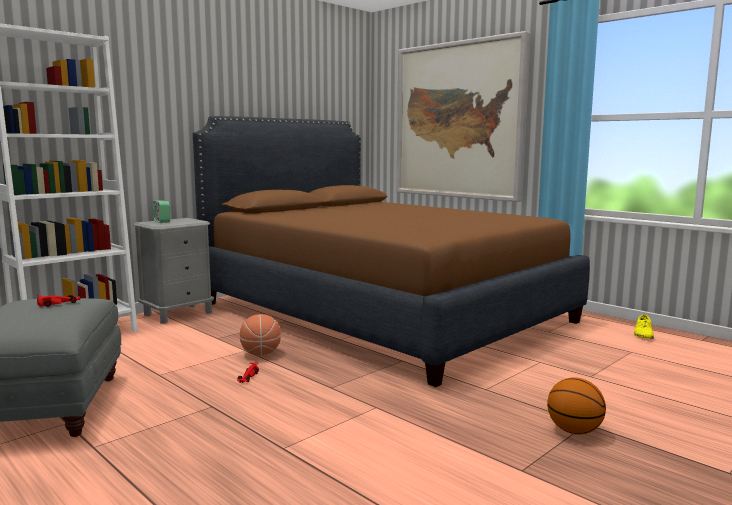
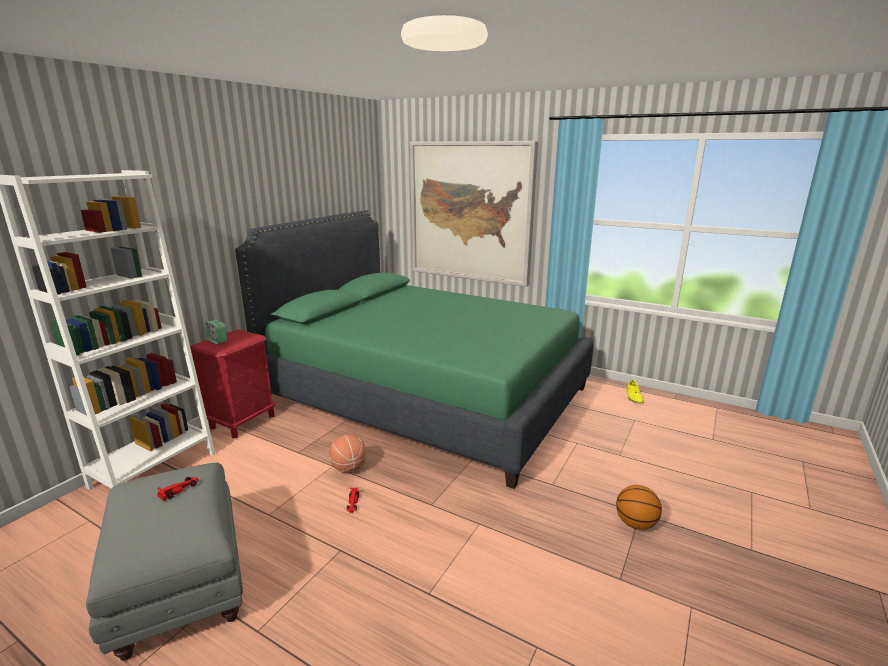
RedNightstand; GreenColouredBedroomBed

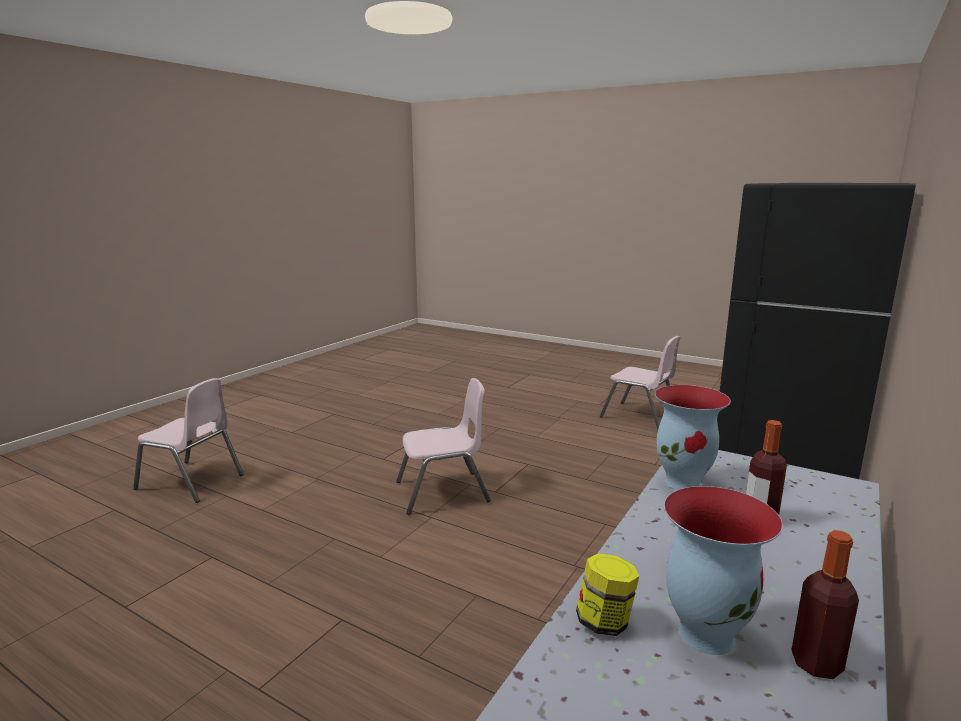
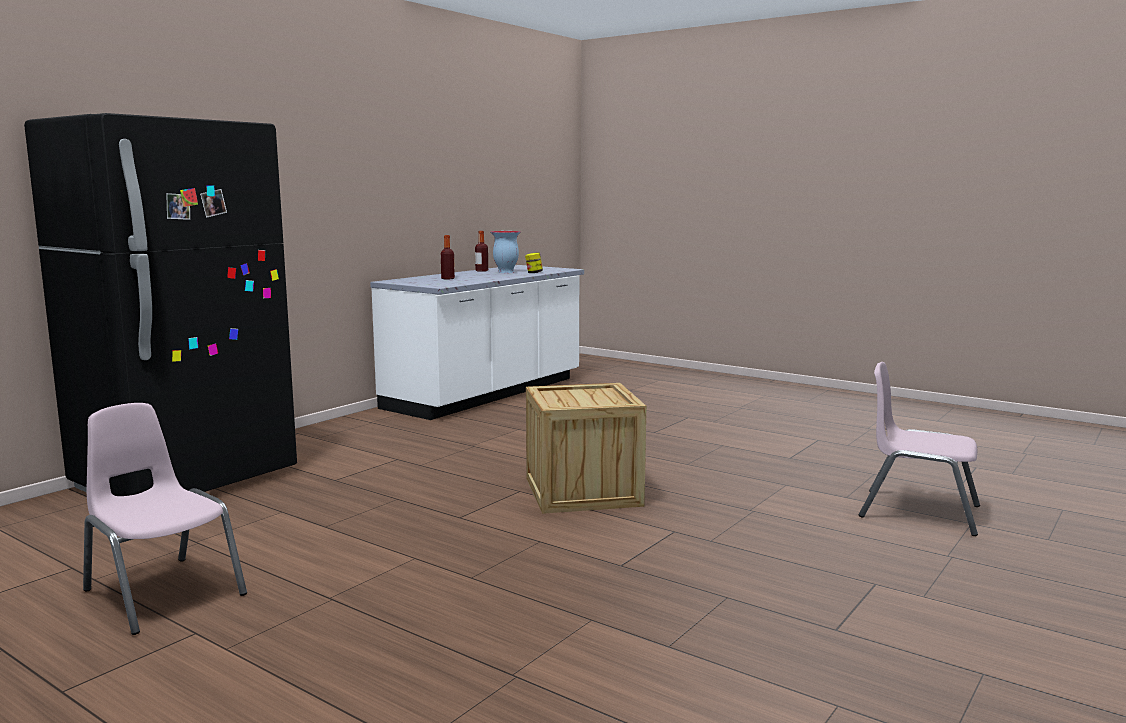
PackingCrate; FlowerVase (1st from left in the first image)

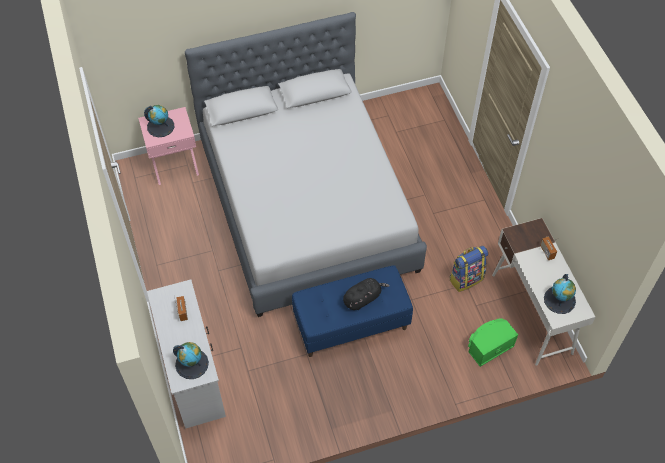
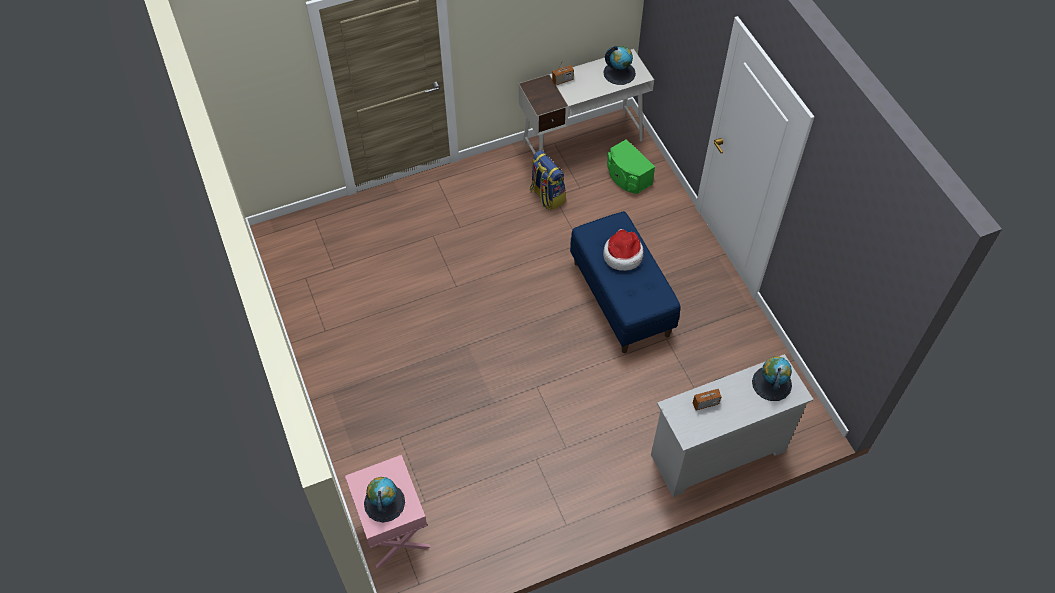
GrayBedroomBed; Hat

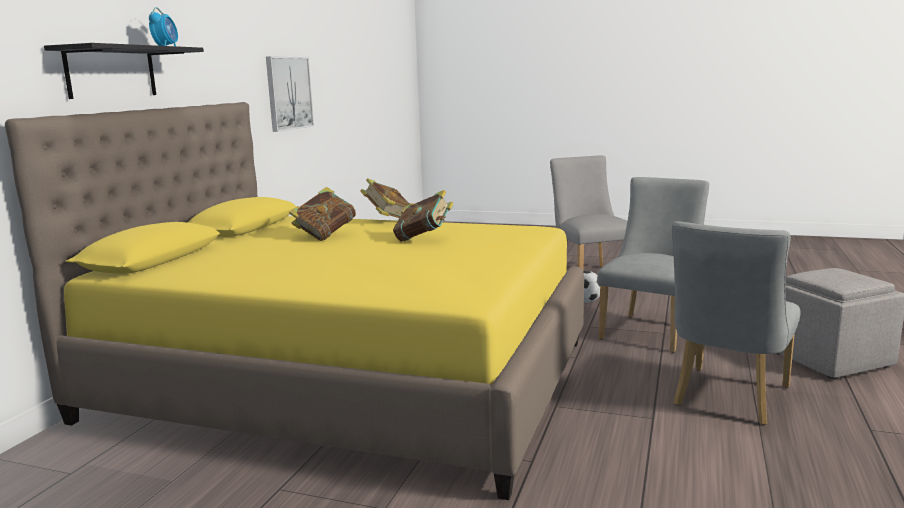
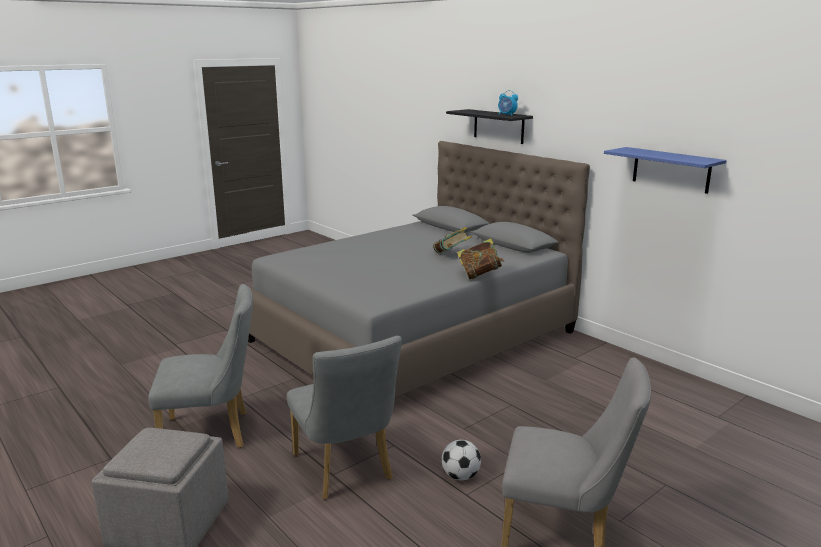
GrayBedroomBed; BlueColouredWallShelf; Book (3rd from left in the first image); GrayPlainChair (1st from left)

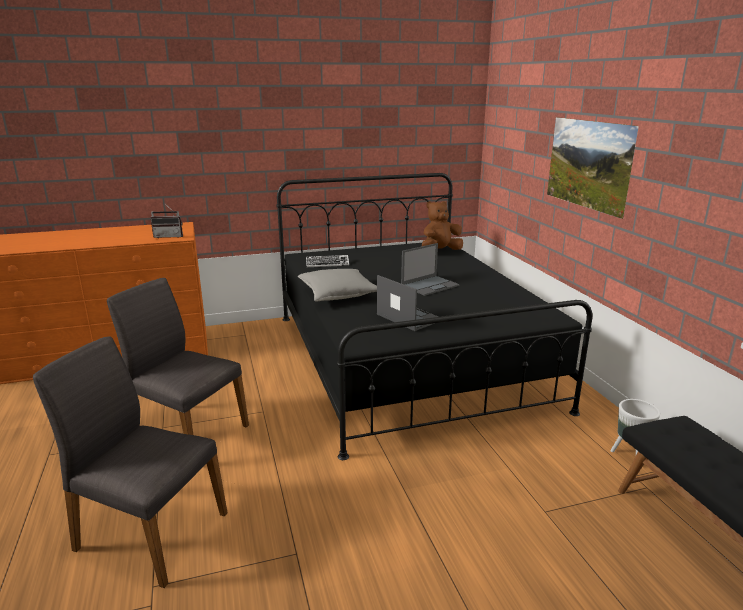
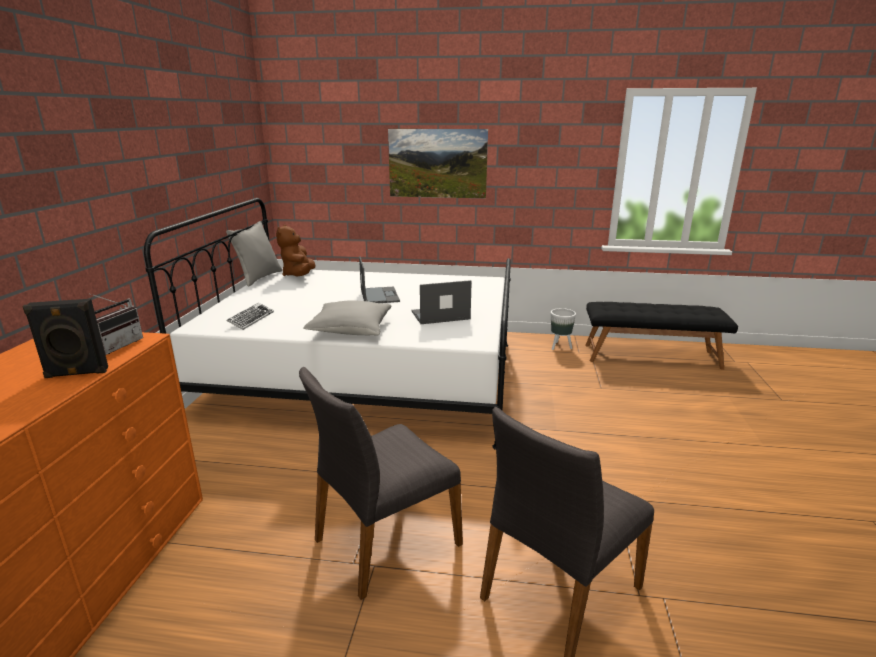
WhiteBedroomBed; BlackishSpeaker; GrayCushion (1st from left)

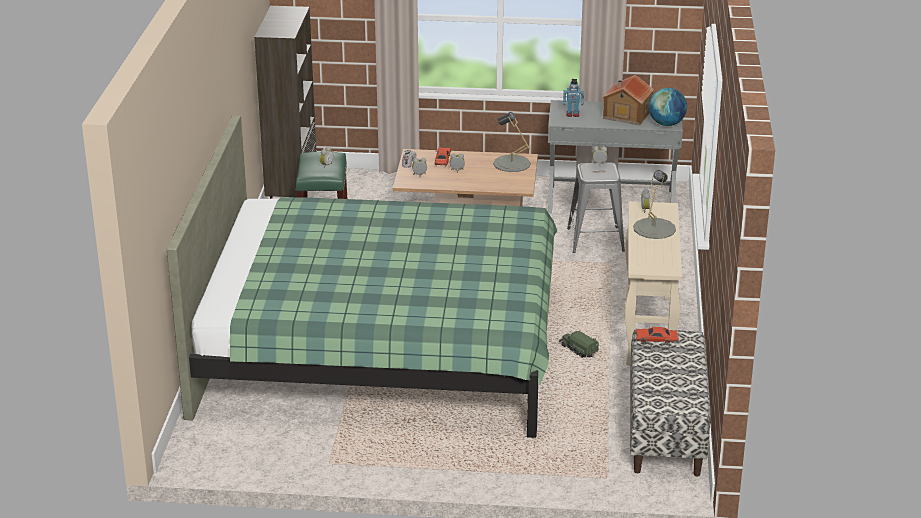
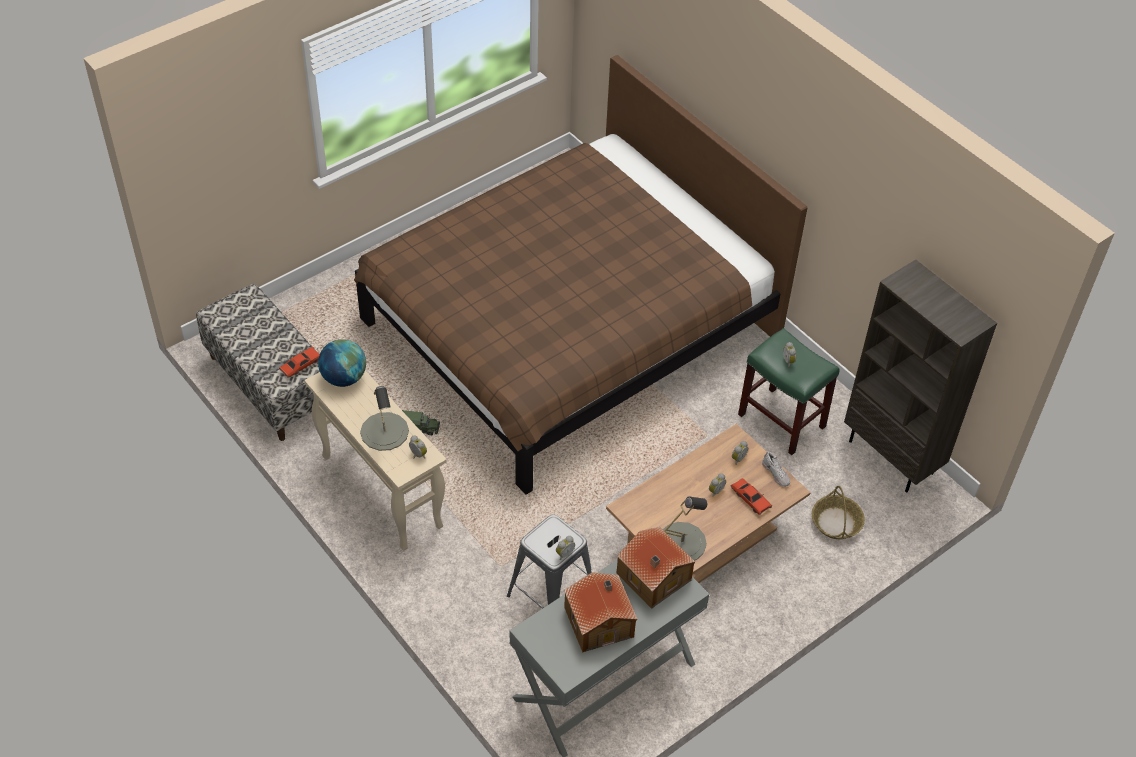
BrownColouredBedroomBed; ToyHouse (2nd from left); Globe; Basket

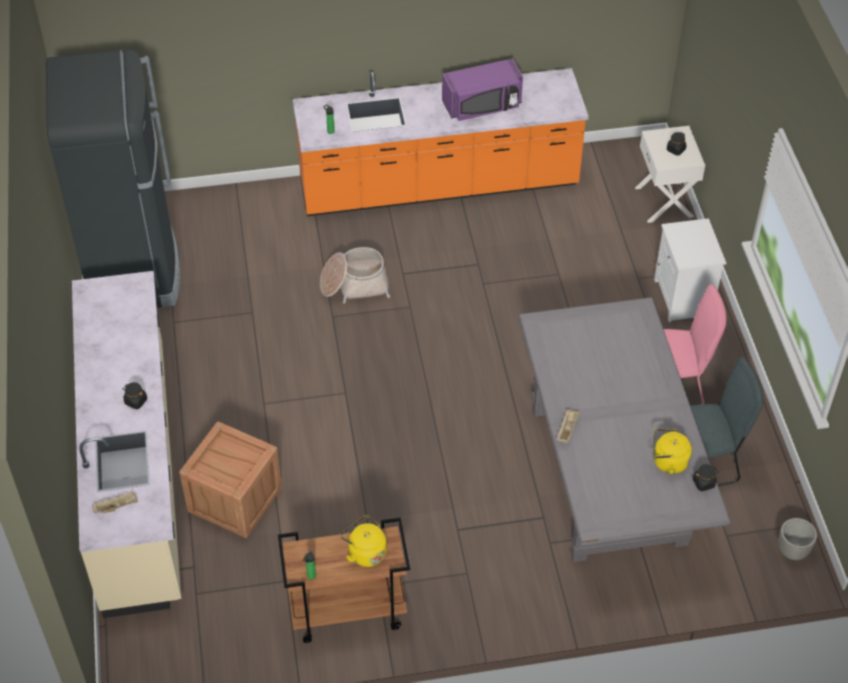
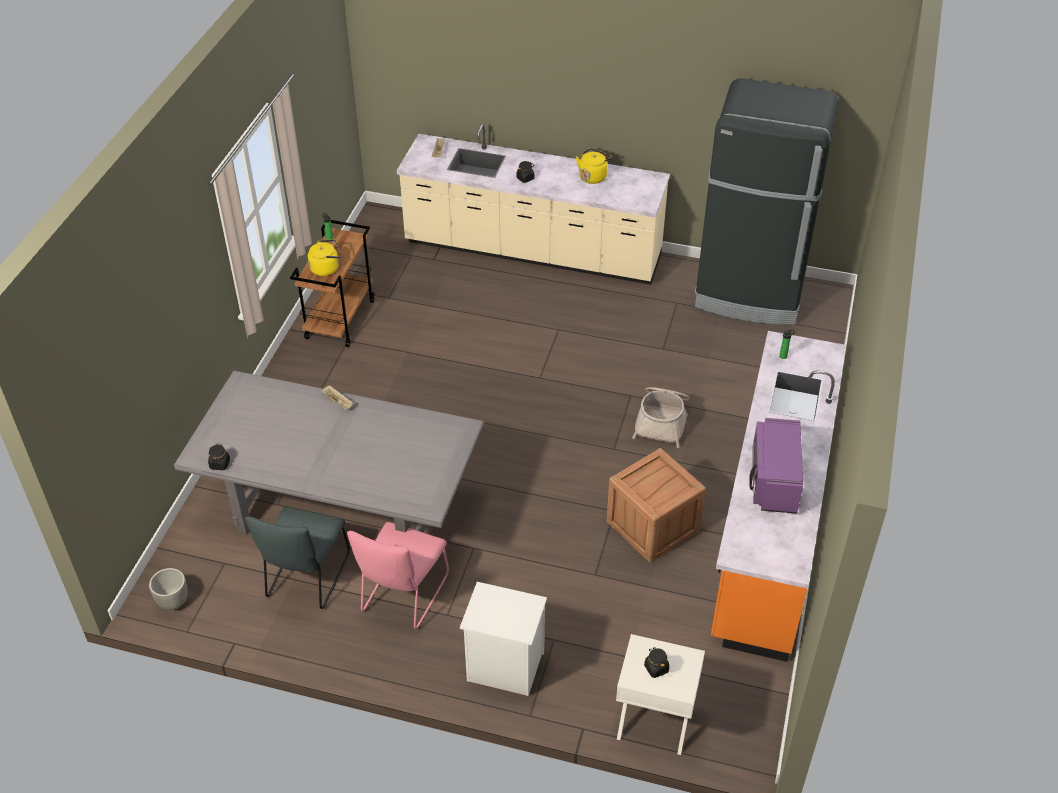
PackingCrate; YellowishWaterKettle (2nd from left)

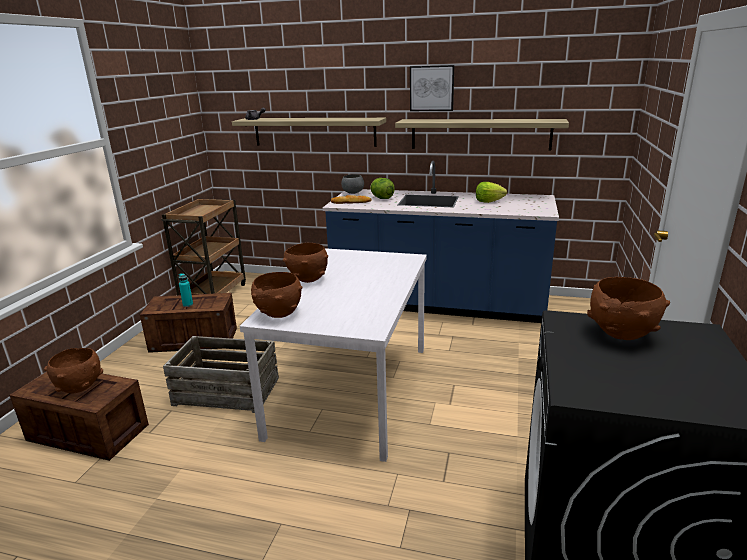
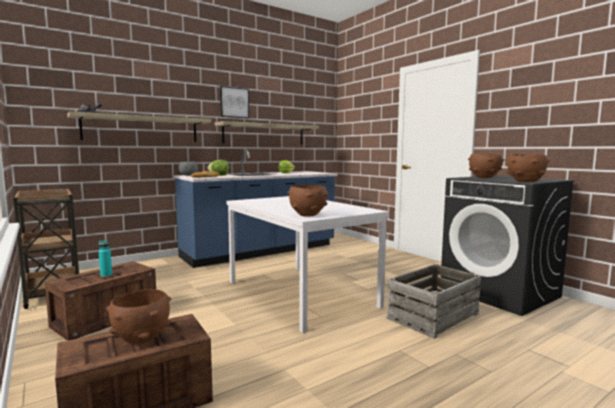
PackingCrate (3rd from left); BrownColouredDeepDish (4th from left)

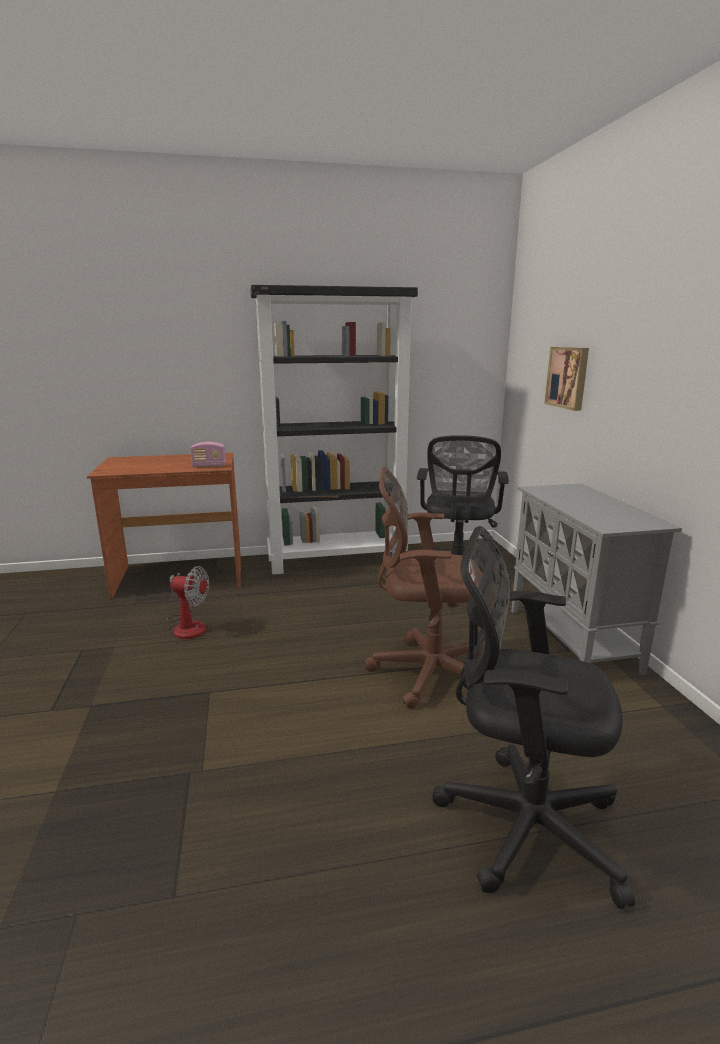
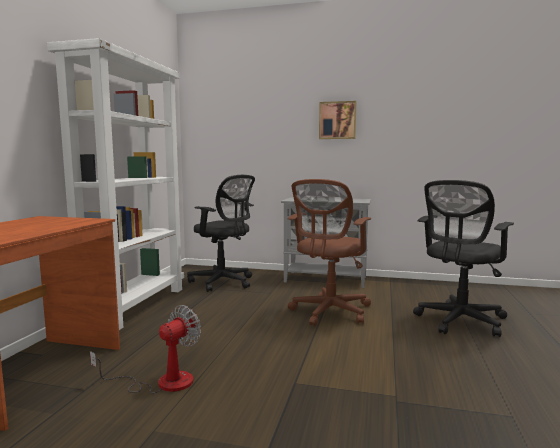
Radio; WhiteShelvingUnit; WallPicture

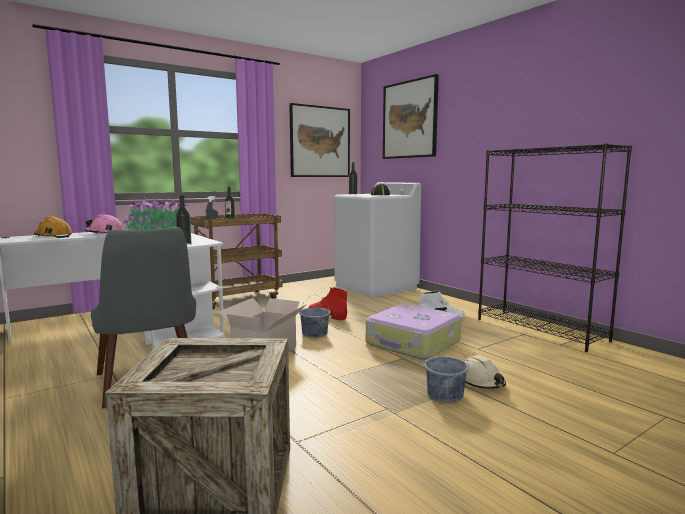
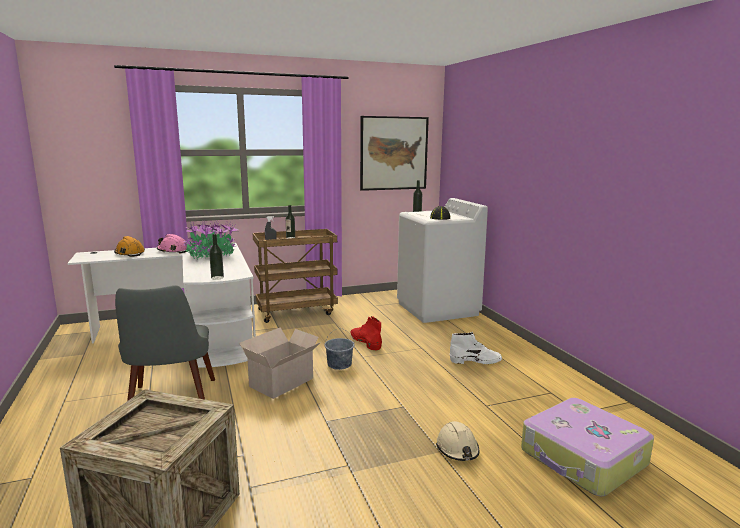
PieceOfLuggage; WallPicture (2nd from left in the first image); GrayPail (2nd from left in the first image); BlackishShelvingUnit

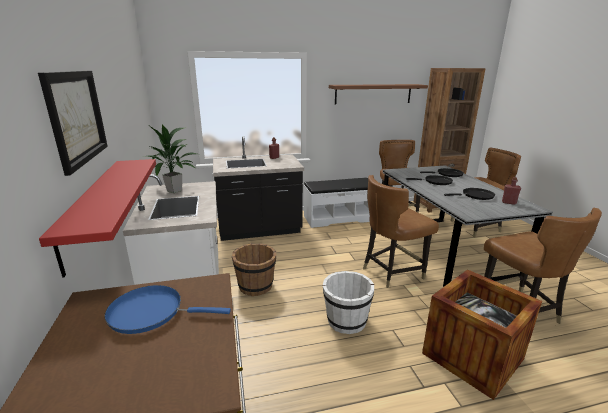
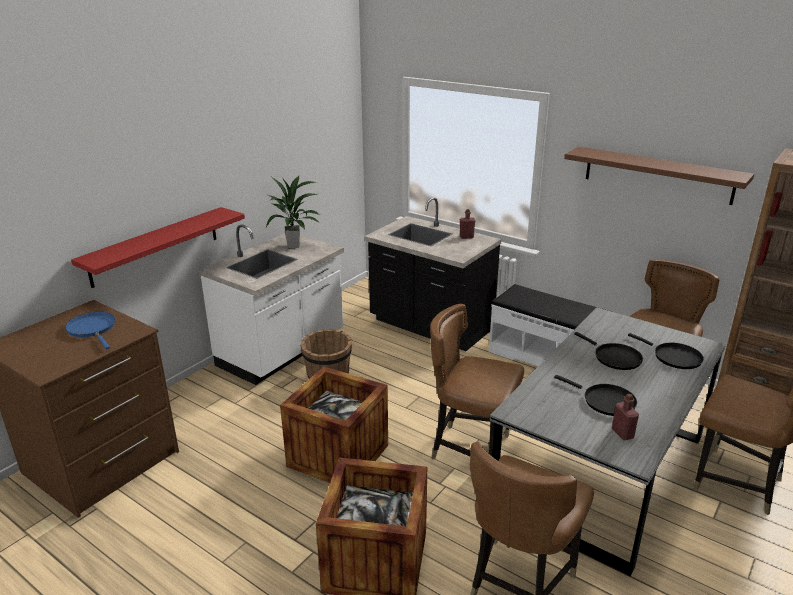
WallPicture; PackingCrate (1st from left)

